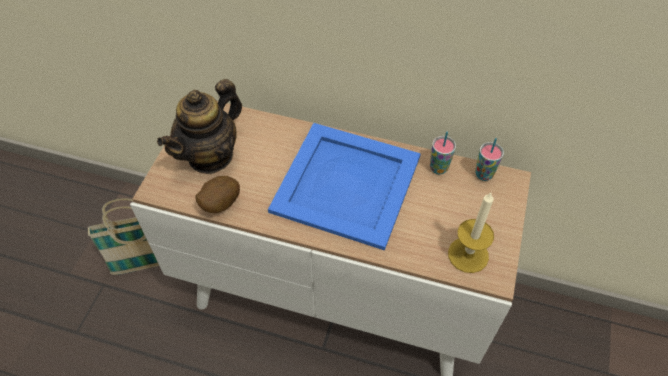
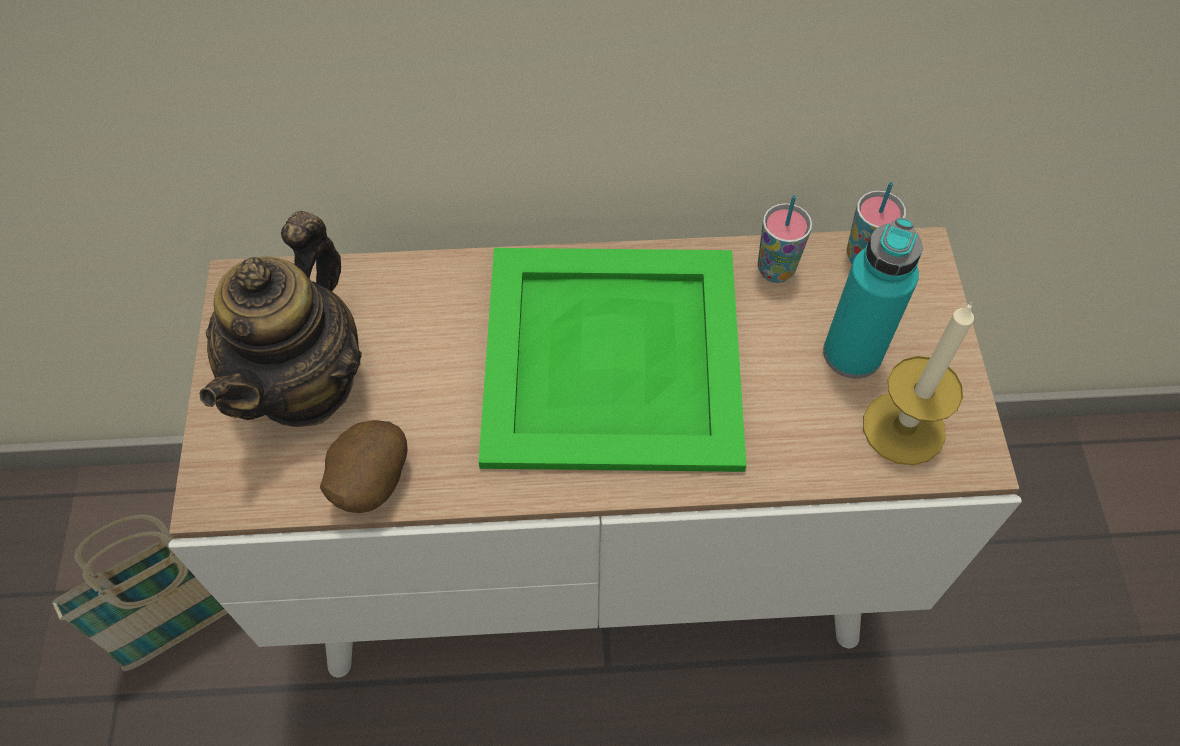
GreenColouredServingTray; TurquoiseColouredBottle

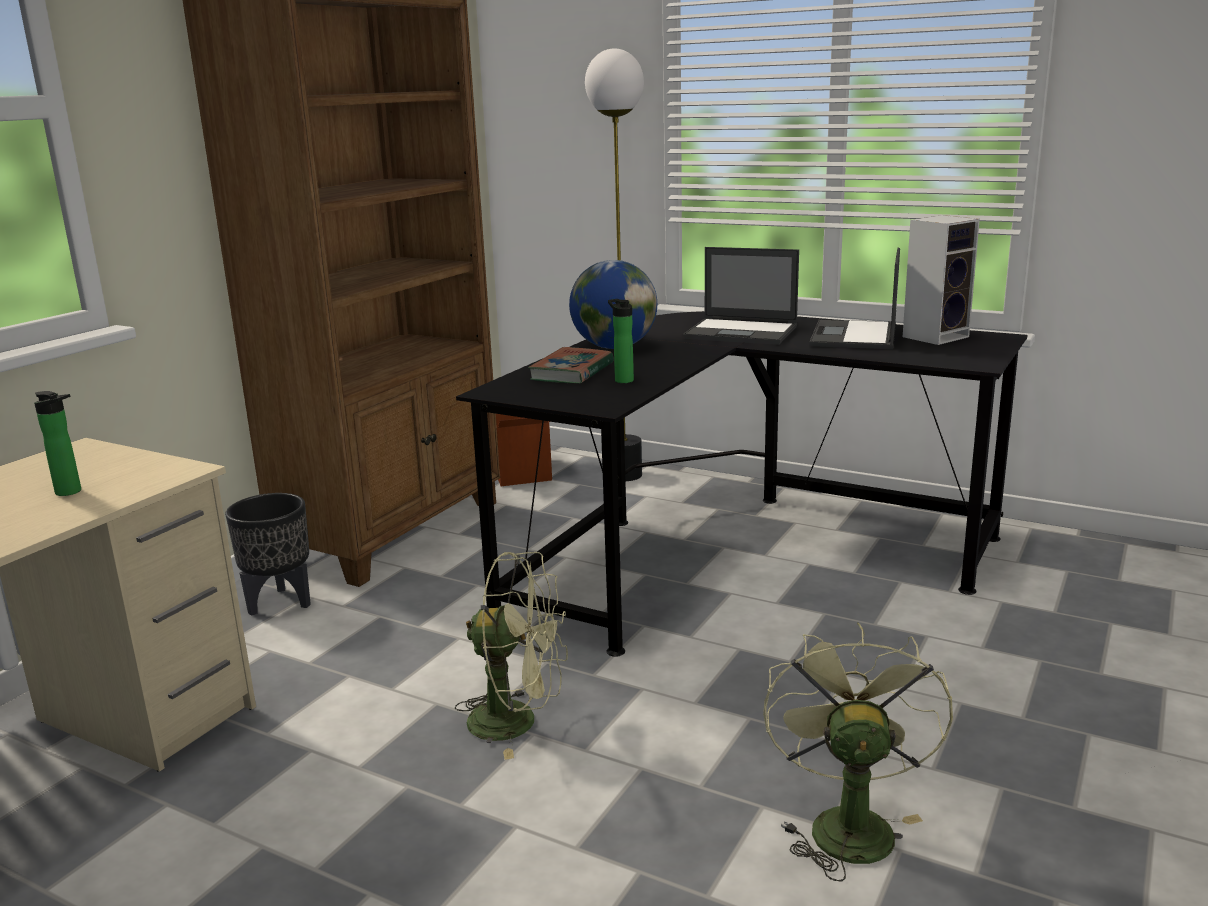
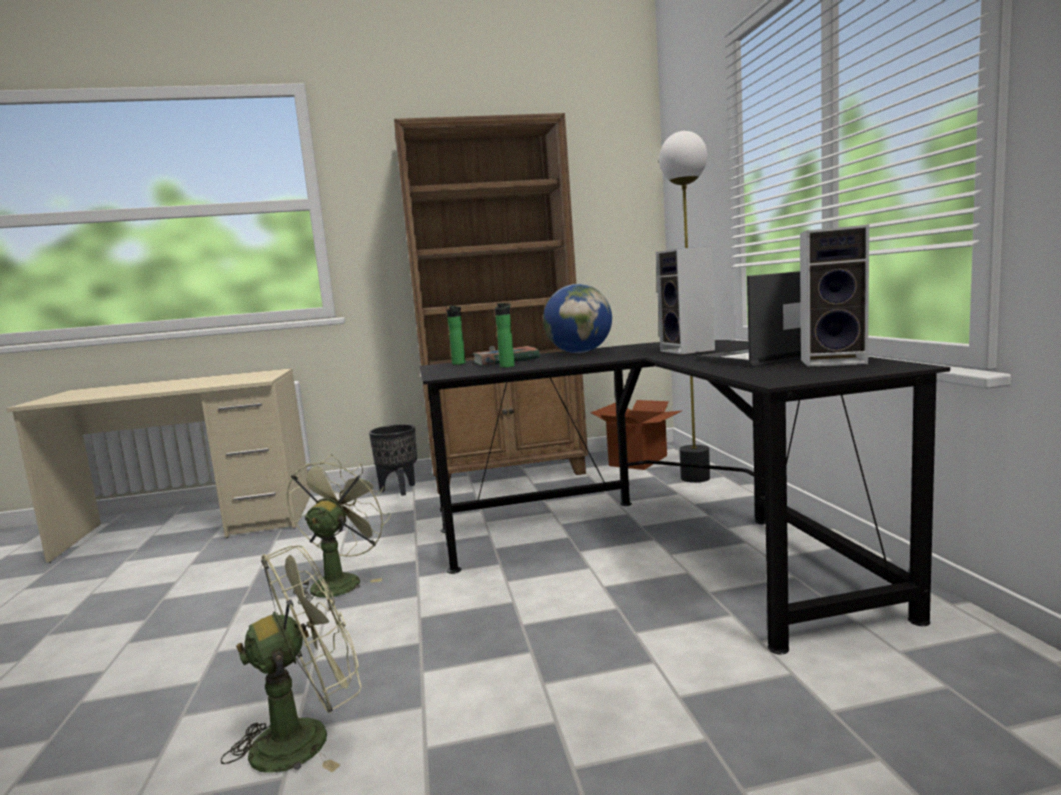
Bottle (1st from left); GreenColouredFan (2nd from left); Speaker (1st from left)

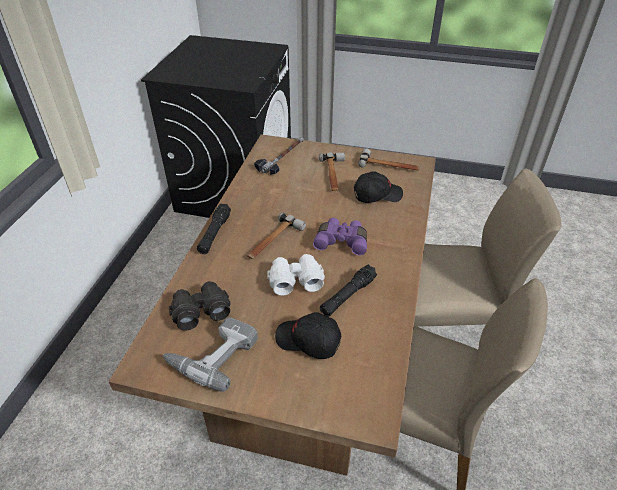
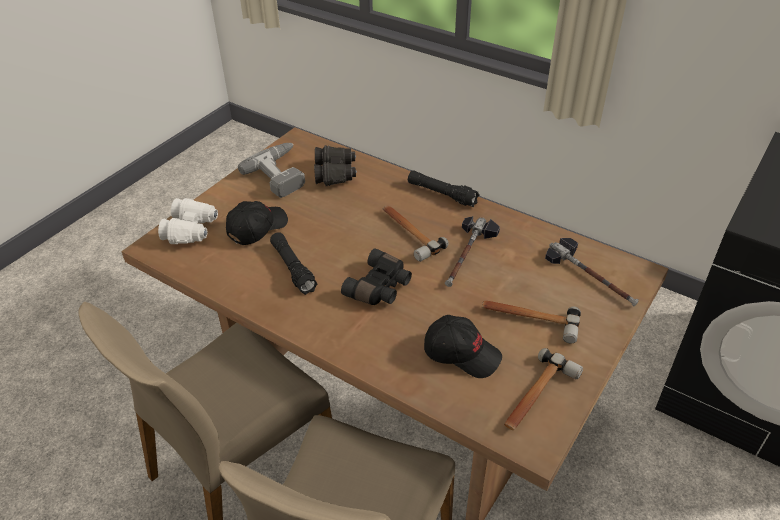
WhitePairOfBinoculars; BlackishPairOfBinoculars (2nd from left); BlackishCap (2nd from left); HandHammer (2nd from left)

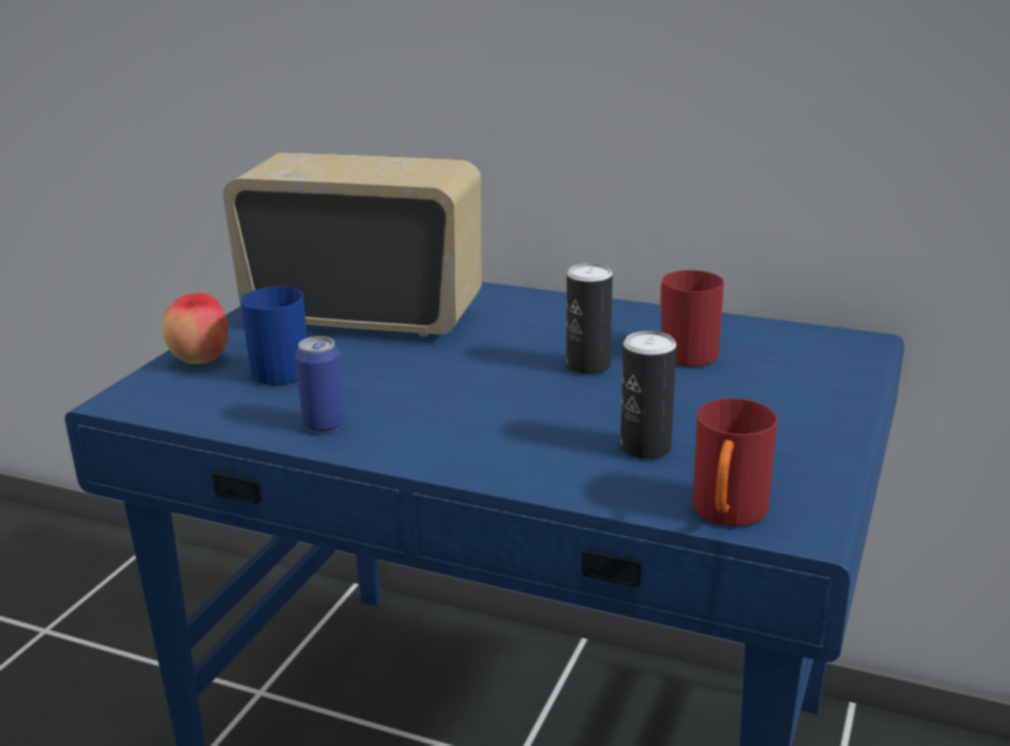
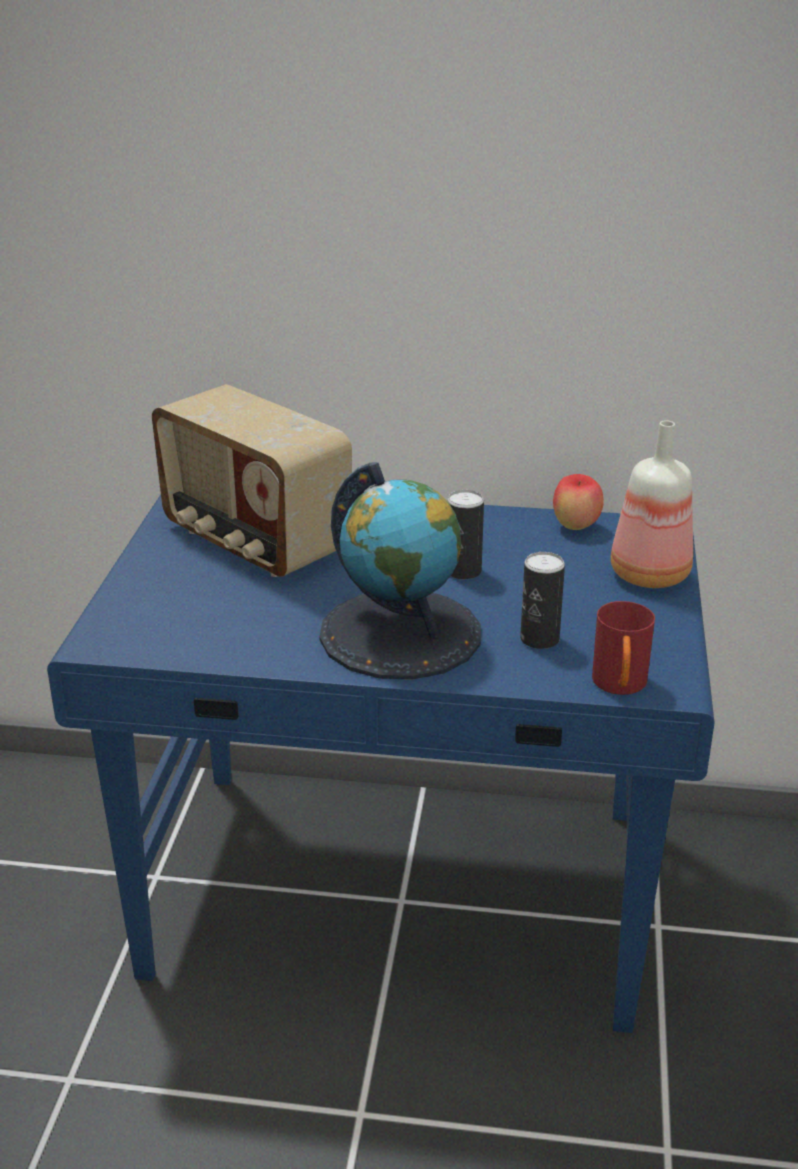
Apple; Radio; BlueColouredCoffeeMug; SealedCan (1st from left in the first image); RedCoffeeMug (1st from left in the first image); Globe; Bottle

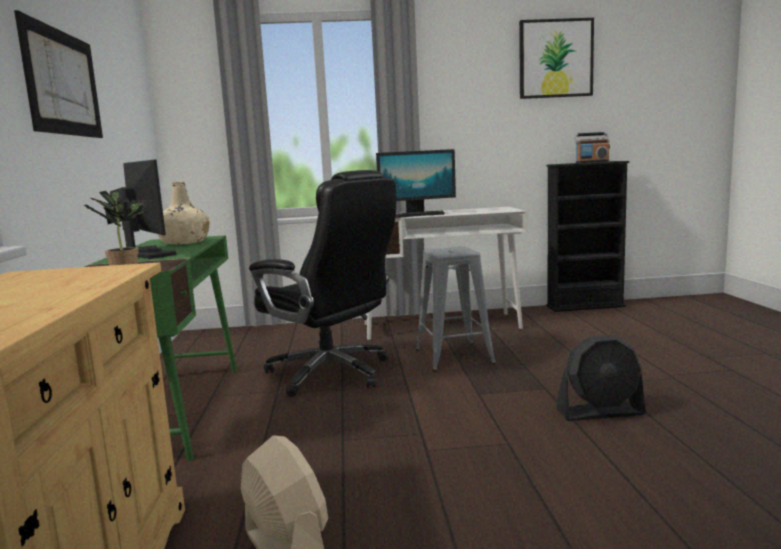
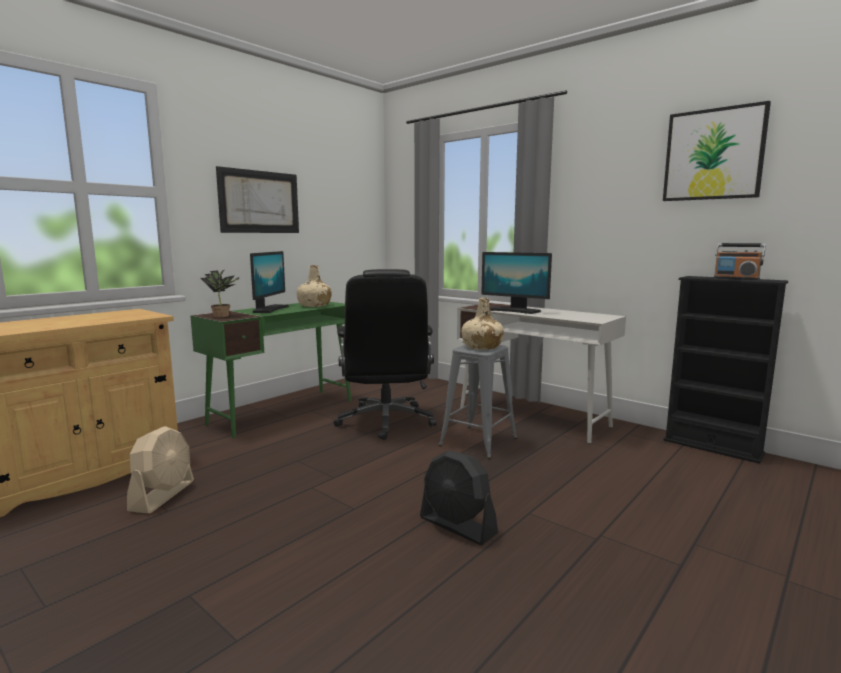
BeigeBottle (2nd from left)

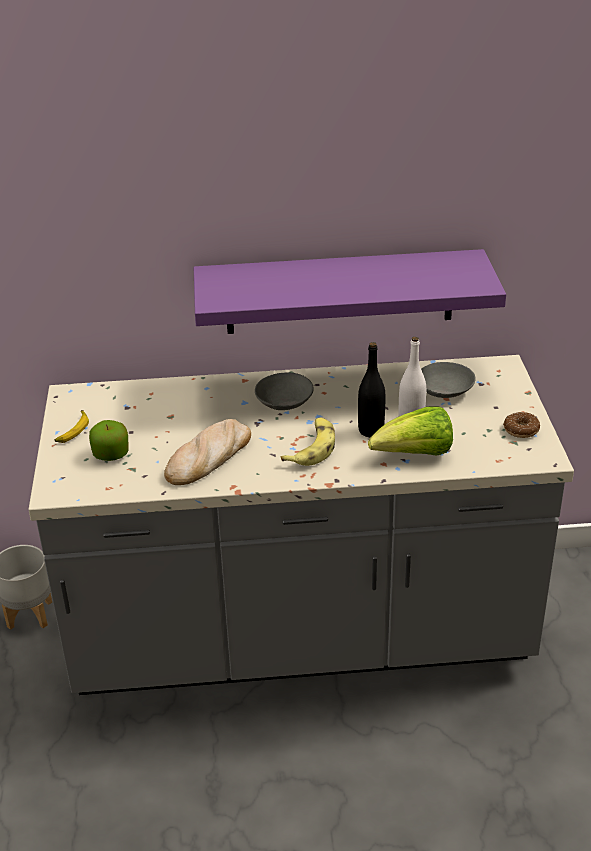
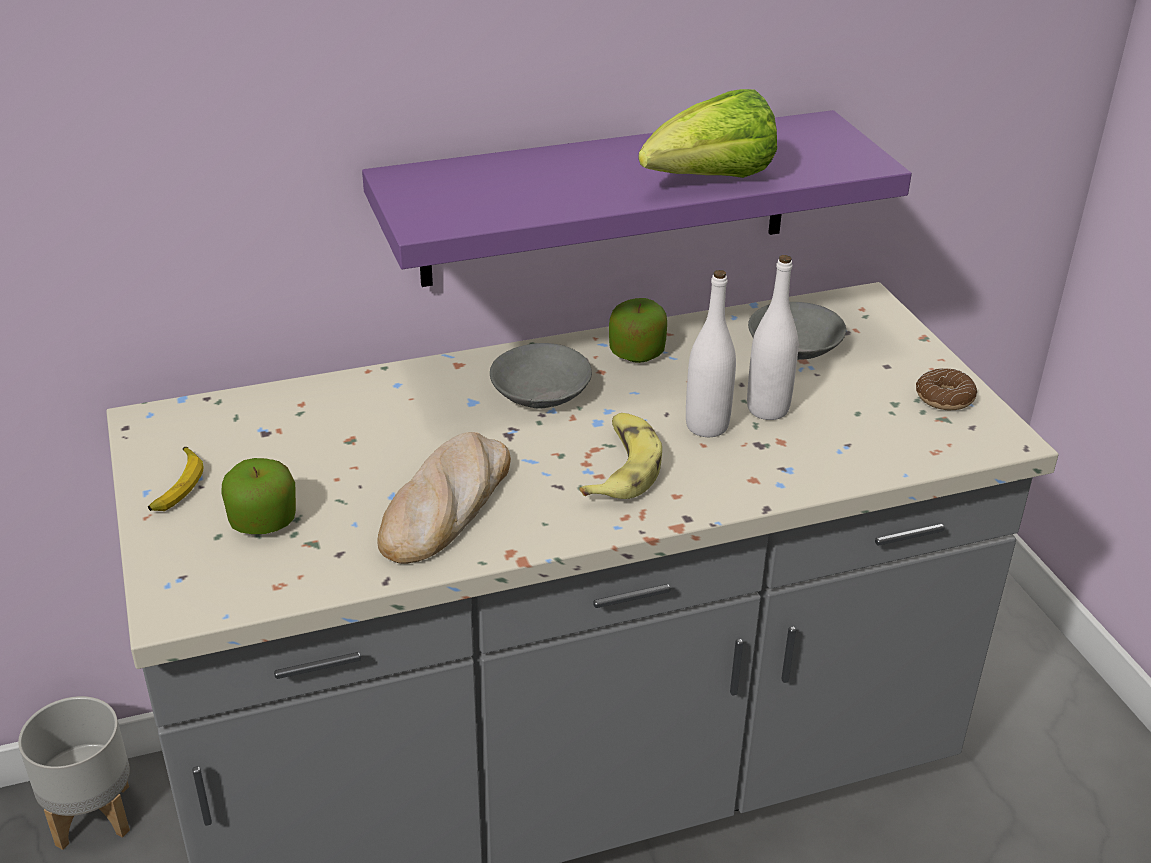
WhiteBottle (1st from left); HeadOfLettuce; Apple (2nd from left)

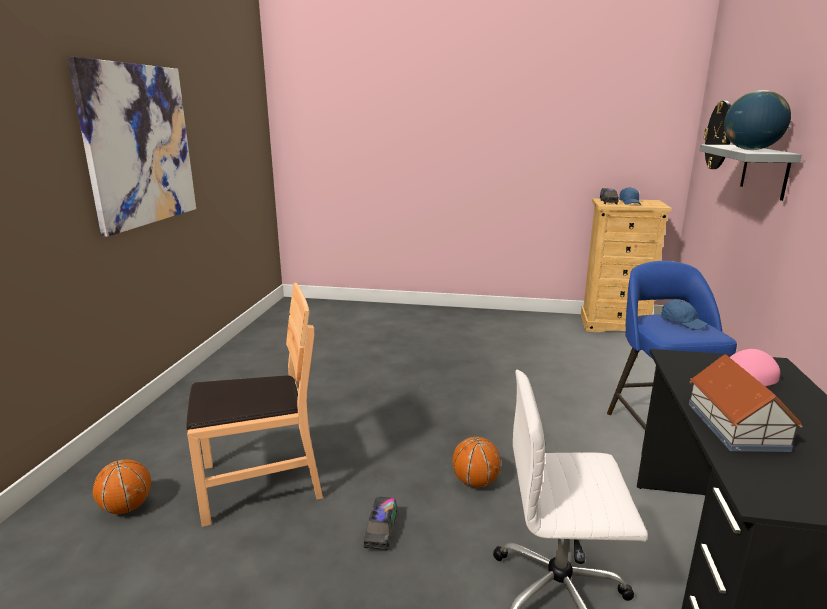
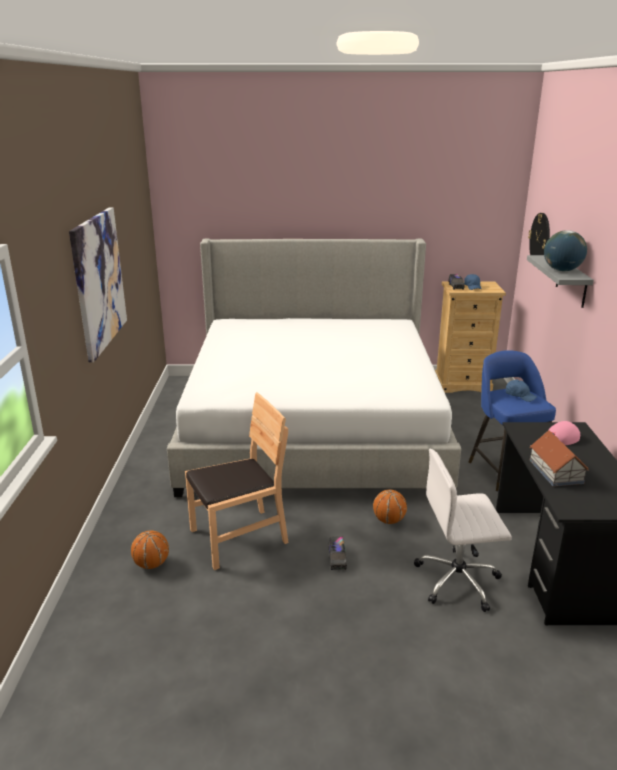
BedroomBed

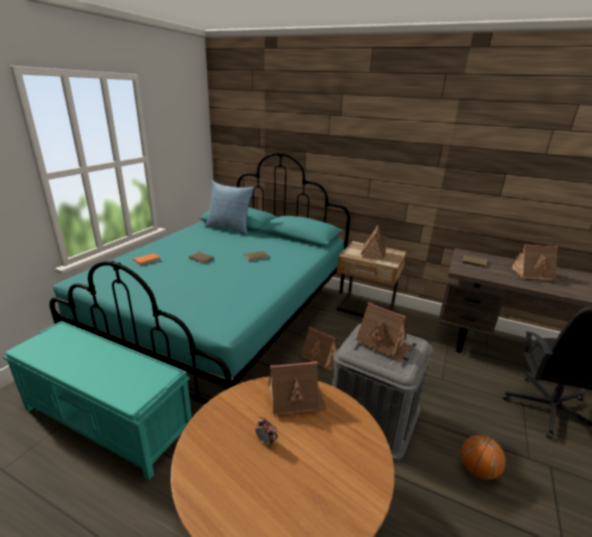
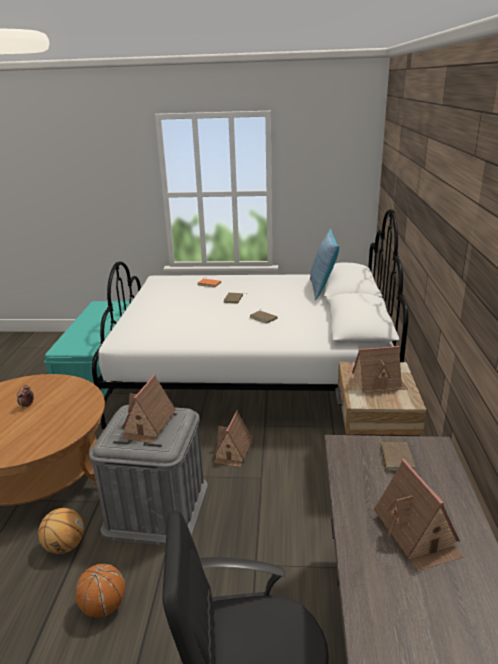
WhiteBedroomBed; ToyHouse (1st from left in the first image); BallForBasketball (1st from left)

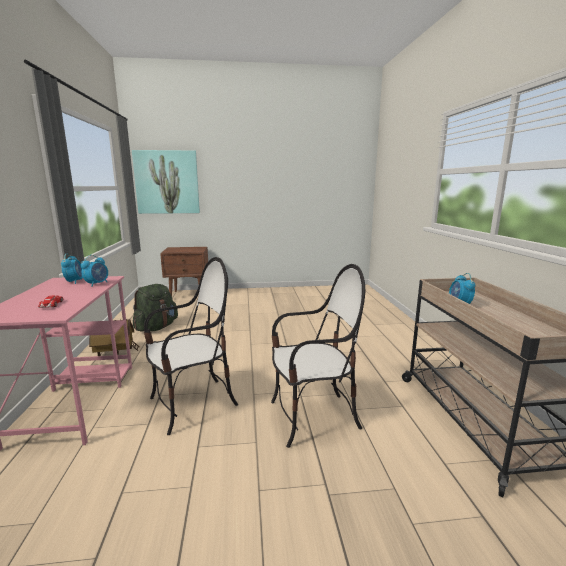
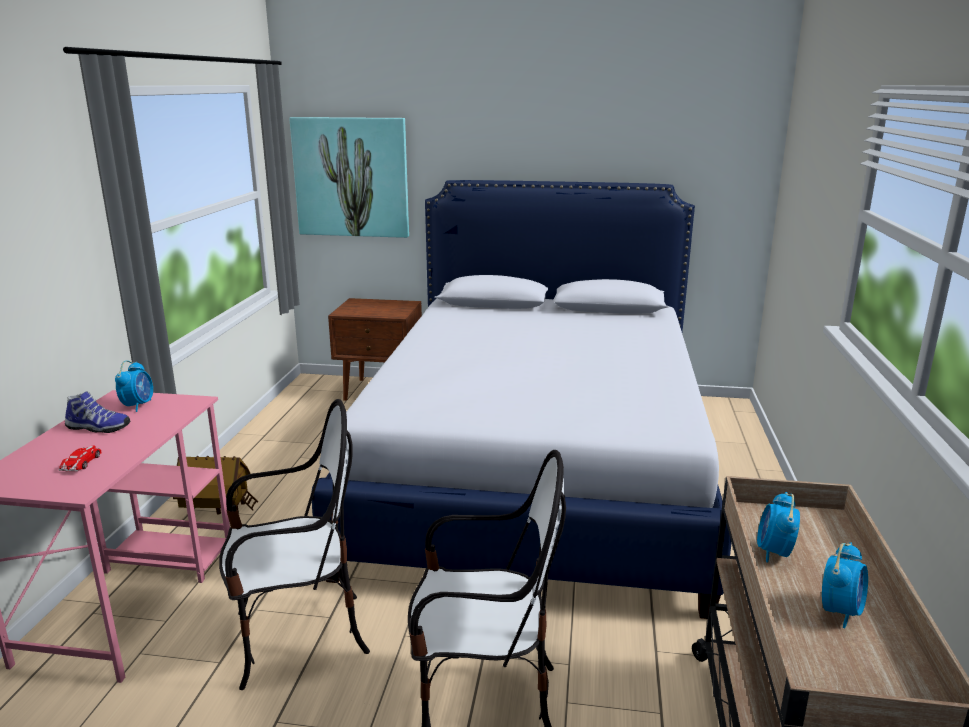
TableClock (3rd from left); GreenColouredKnapsack; LowShoe; BedroomBed

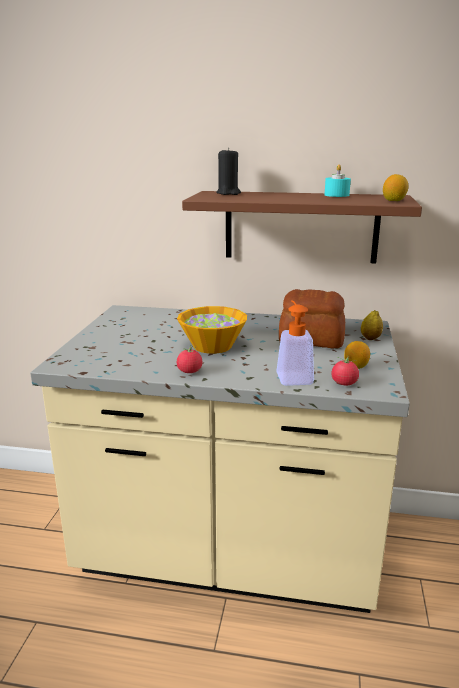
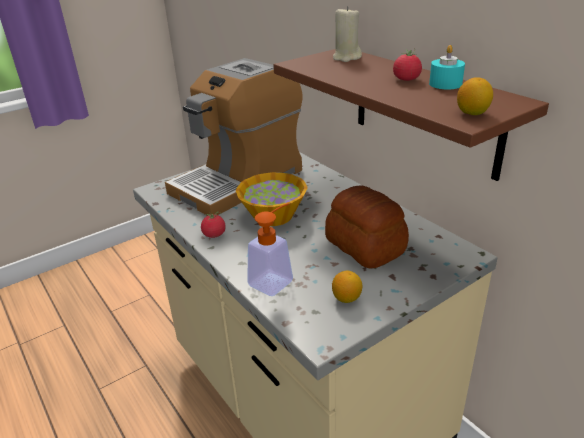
BeigeWaxCandle; FreshTomato (2nd from left); WholeLemon (2nd from left in the first image); CoffeeMaker

